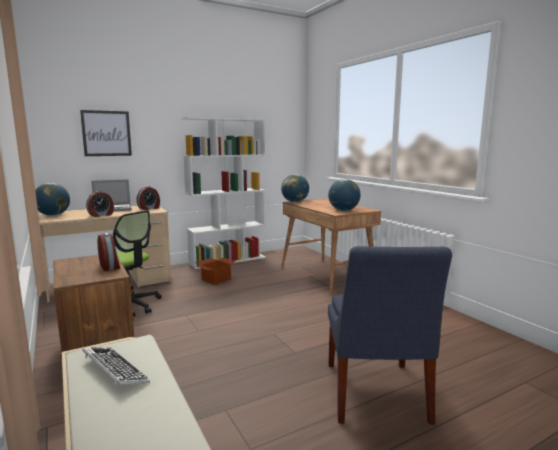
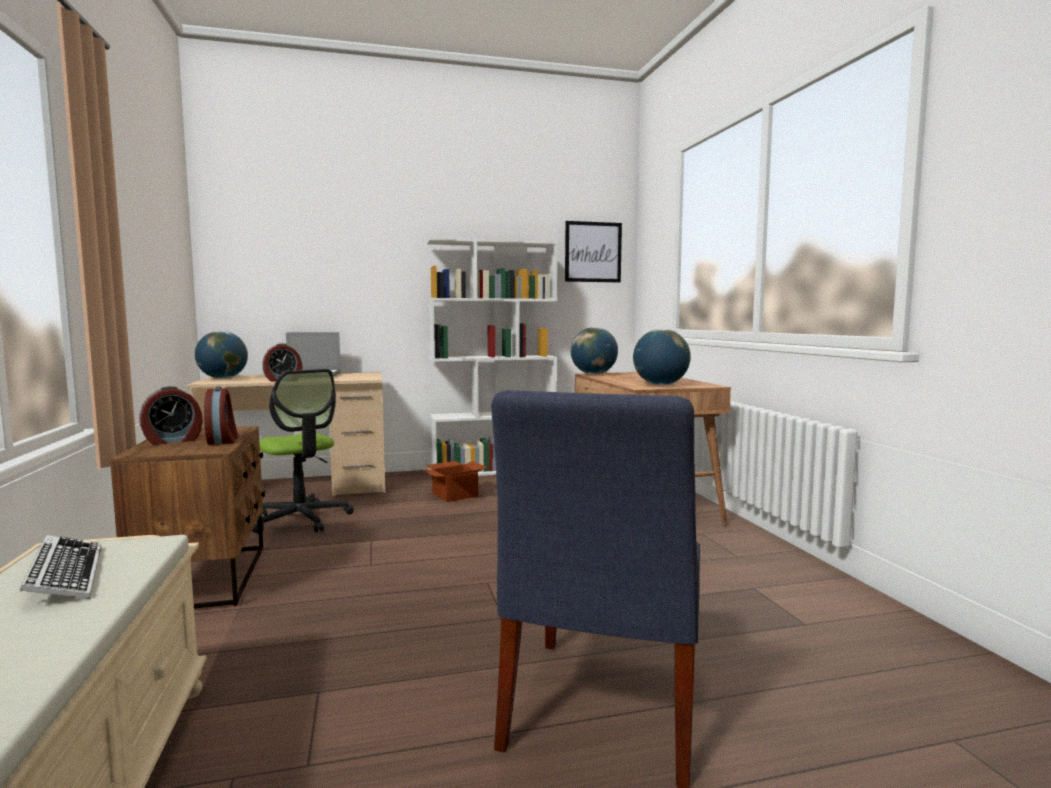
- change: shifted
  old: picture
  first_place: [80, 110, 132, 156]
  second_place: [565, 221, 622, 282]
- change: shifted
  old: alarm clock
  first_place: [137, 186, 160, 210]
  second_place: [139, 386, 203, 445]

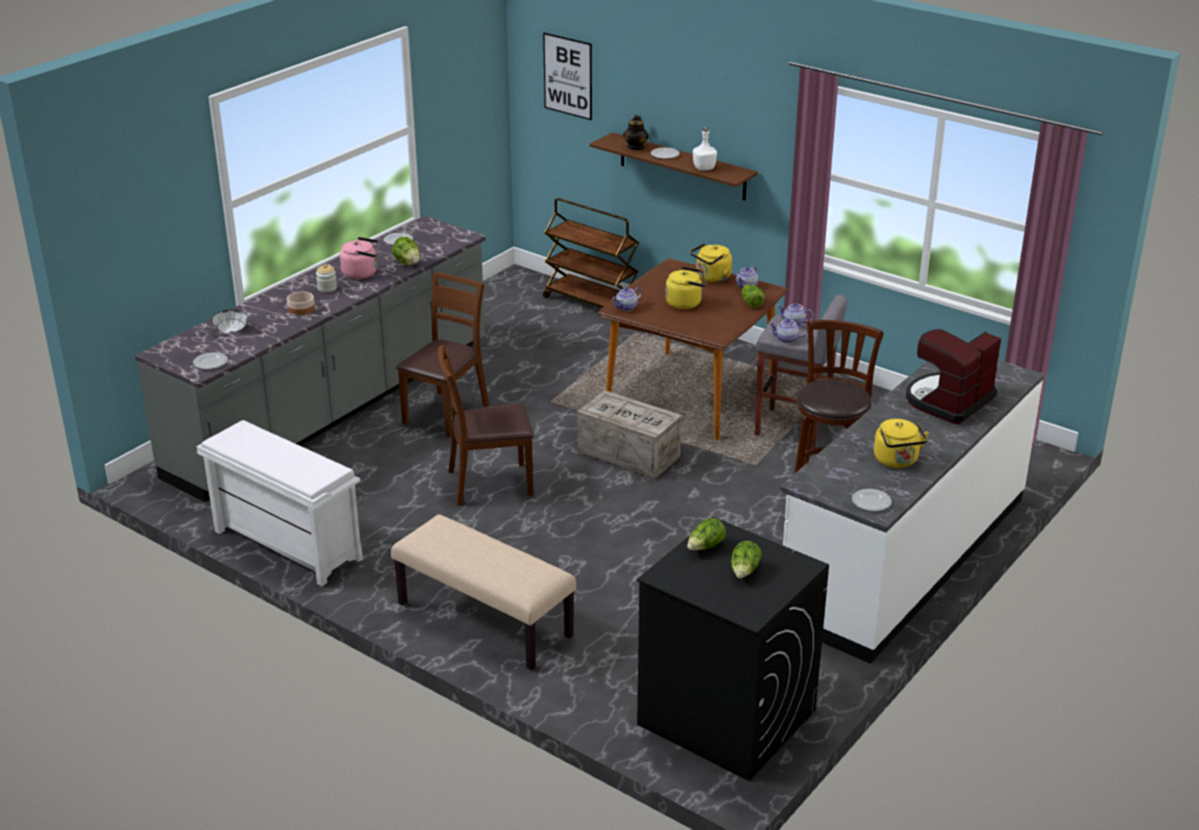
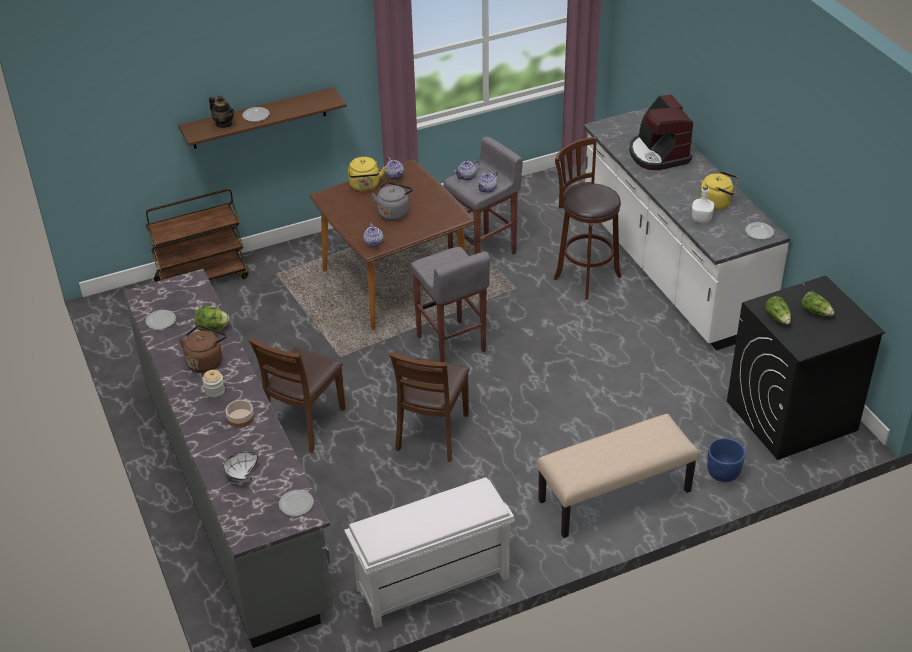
- change: repainted
  old: pink kettle
  new: brown kettle
  first_place: [340, 237, 379, 279]
  second_place: [179, 325, 226, 373]
- change: rotated
  old: brown chair
  first_place: [396, 272, 490, 438]
  second_place: [248, 337, 346, 453]
  degrees: -120
- change: gone
  old: picture
  first_place: [543, 32, 592, 120]
- change: swapped
  old: crate
  new: grey stool
  first_place: [577, 390, 682, 480]
  second_place: [410, 247, 490, 362]
- change: repainted
  old: yellow kettle
  new: grey kettle
  first_place: [665, 267, 706, 309]
  second_place: [371, 182, 413, 221]
- change: shifted
  old: white bottle
  first_place: [693, 127, 717, 171]
  second_place: [692, 185, 714, 223]
- change: gone
  old: lettuce
  first_place: [742, 284, 765, 308]
- change: new
  new: blue planter
  second_place: [707, 438, 745, 482]

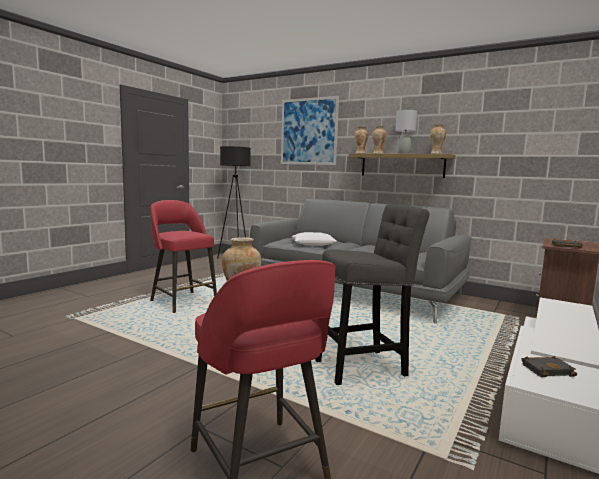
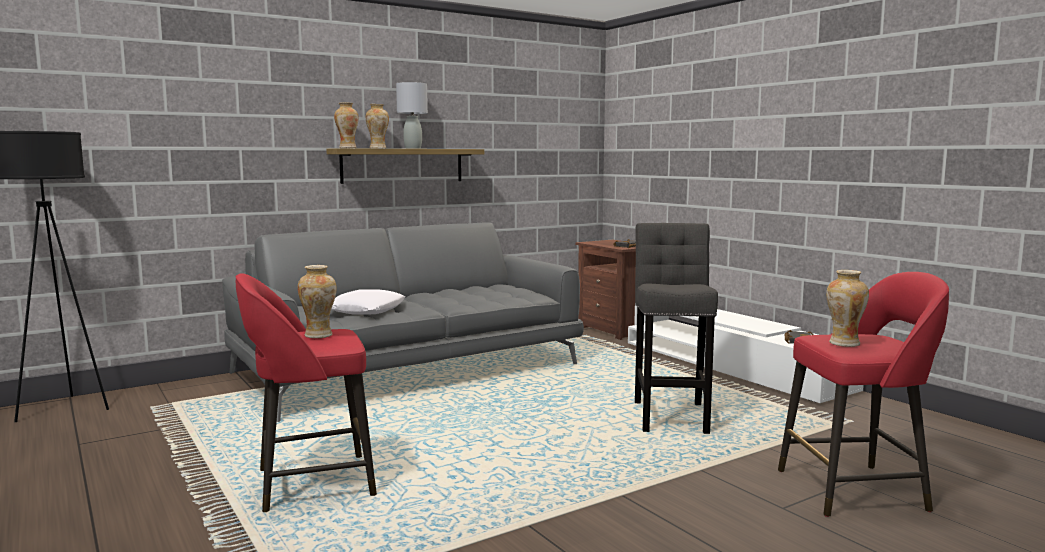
- change: gone
  old: picture
  first_place: [281, 96, 339, 165]
- change: shifted
  old: vase
  first_place: [430, 124, 446, 154]
  second_place: [298, 265, 337, 338]

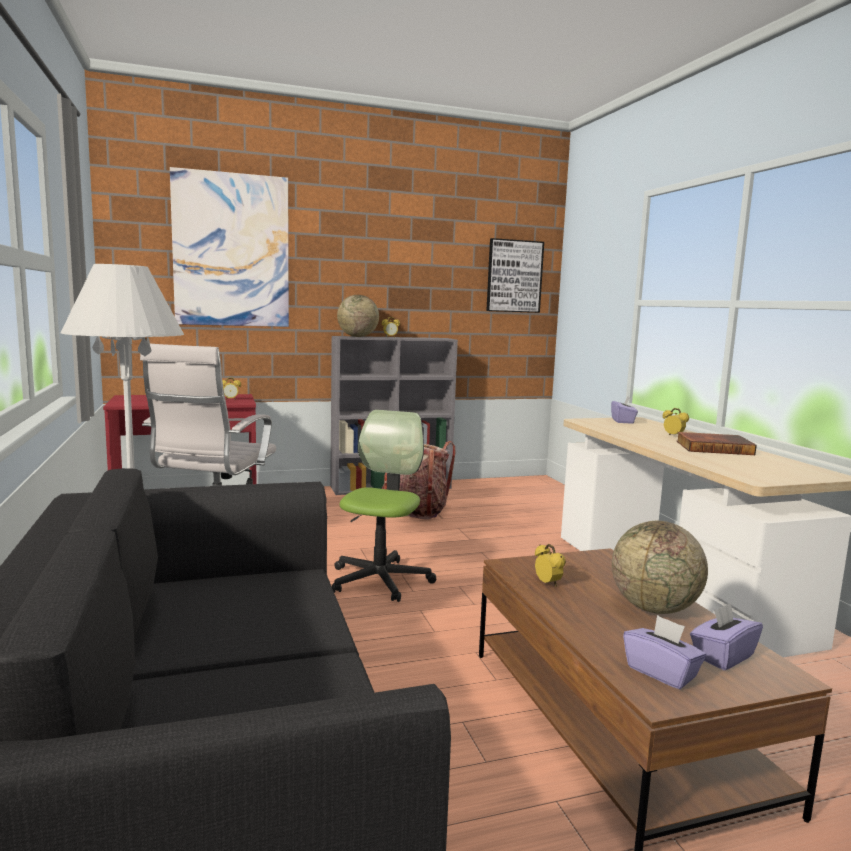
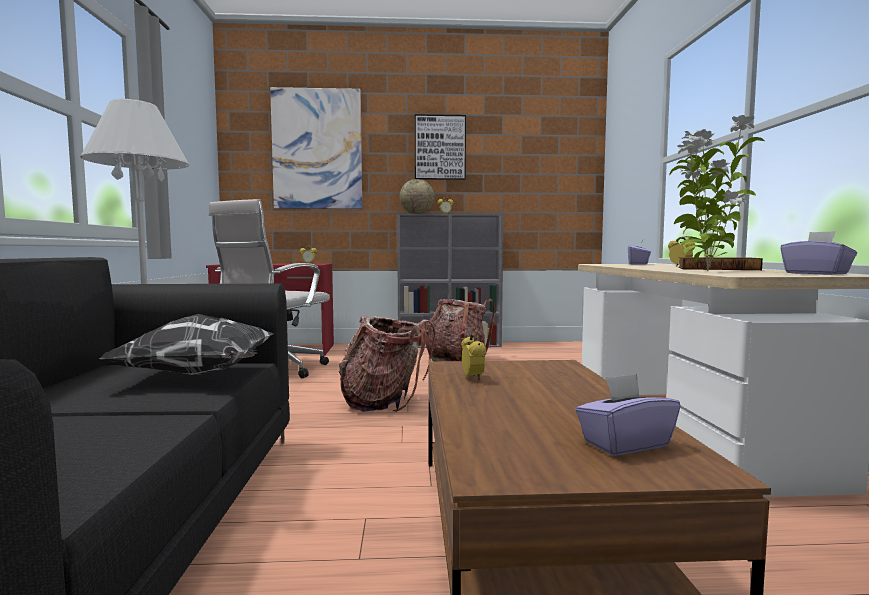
- change: swapped
  old: office chair
  new: backpack
  first_place: [332, 410, 436, 602]
  second_place: [338, 316, 436, 412]
- change: shifted
  old: picture
  first_place: [486, 238, 544, 313]
  second_place: [415, 114, 466, 180]
- change: gone
  old: globe
  first_place: [612, 521, 708, 614]
- change: shifted
  old: purple tissue box
  first_place: [623, 615, 706, 689]
  second_place: [780, 231, 857, 275]
- change: new
  new: pillow
  second_place: [99, 314, 274, 375]
- change: new
  new: potted plant
  second_place: [669, 115, 764, 271]

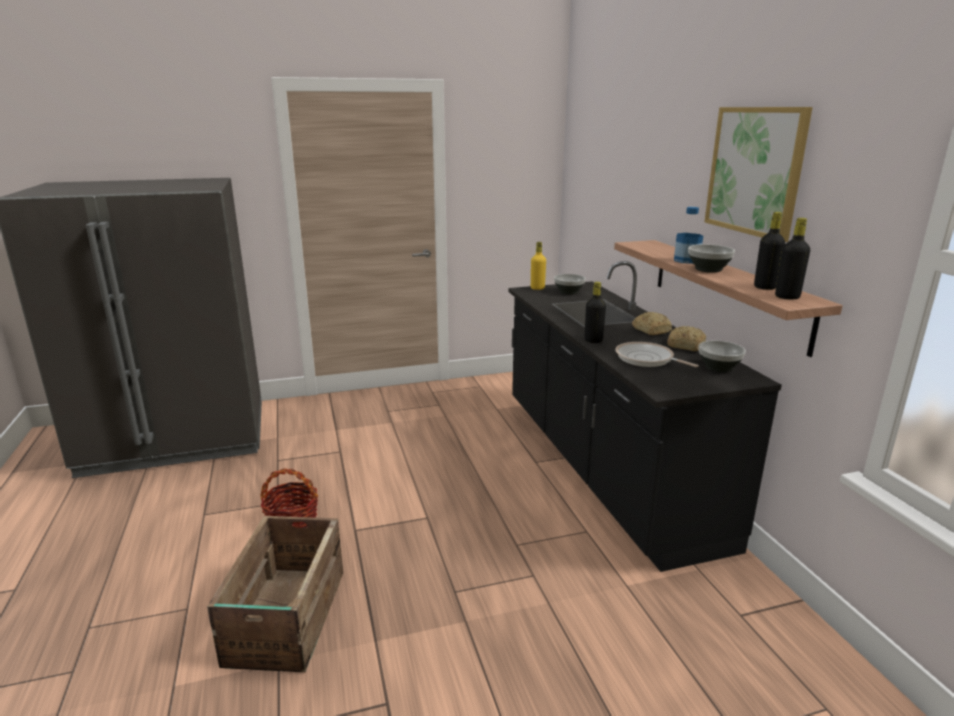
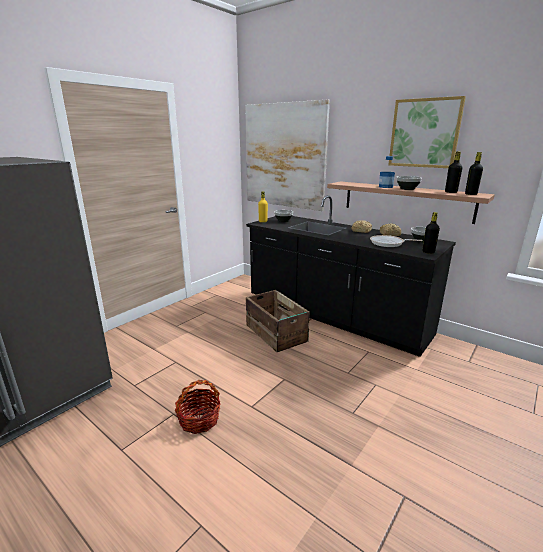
- change: shifted
  old: crate
  first_place: [207, 516, 343, 673]
  second_place: [246, 290, 310, 352]
- change: shifted
  old: black bottle
  first_place: [584, 282, 606, 343]
  second_place: [423, 212, 440, 254]
- change: new
  new: picture
  second_place: [245, 100, 330, 211]

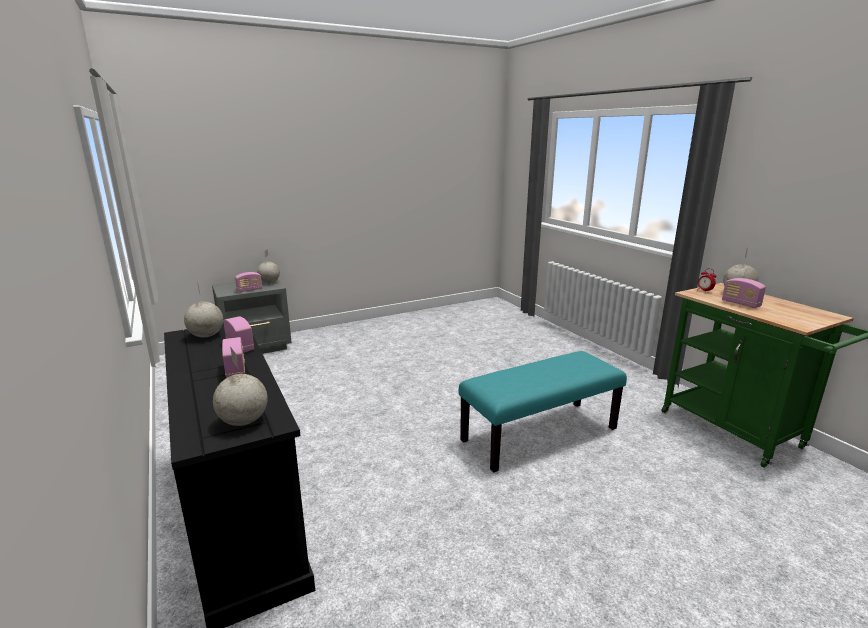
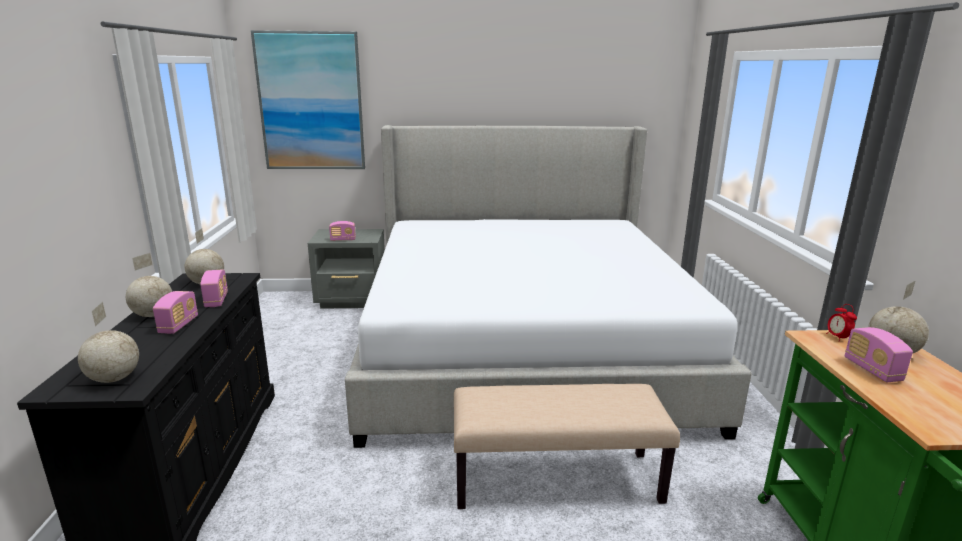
- change: shifted
  old: globe
  first_place: [257, 249, 280, 283]
  second_place: [126, 253, 172, 317]
- change: repainted
  old: turquoise bench
  new: beige bench
  first_place: [459, 351, 627, 473]
  second_place: [454, 384, 680, 509]
- change: new
  new: picture
  second_place: [251, 30, 365, 169]
- change: new
  new: bed
  second_place: [345, 125, 752, 448]

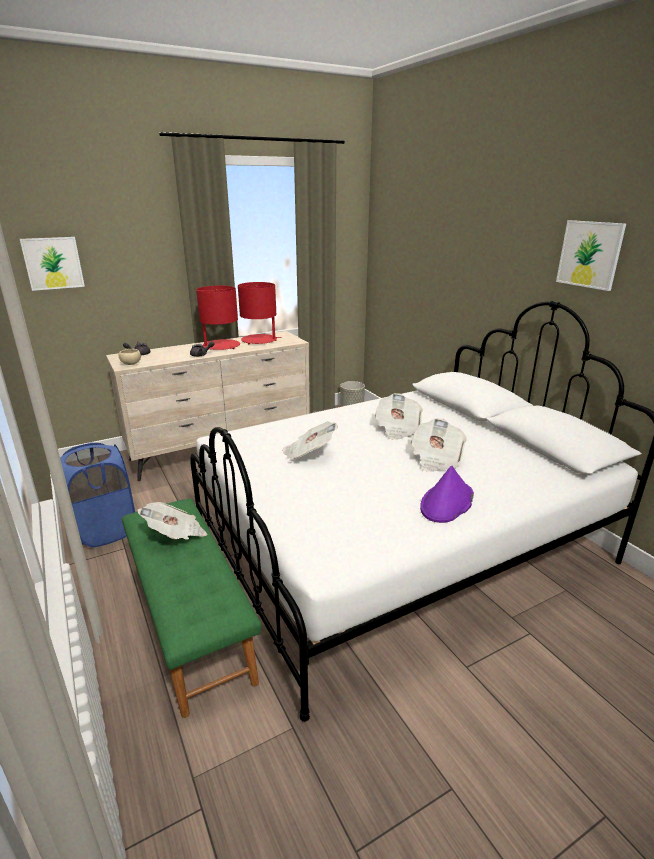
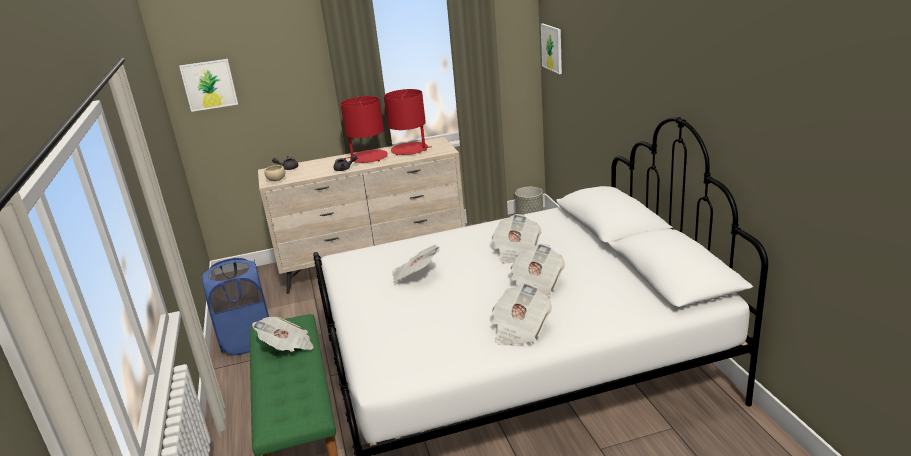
- change: swapped
  old: purple hat
  new: newspaper
  first_place: [420, 466, 474, 523]
  second_place: [492, 283, 552, 346]
- change: shifted
  old: picture
  first_place: [556, 220, 626, 291]
  second_place: [541, 24, 562, 74]

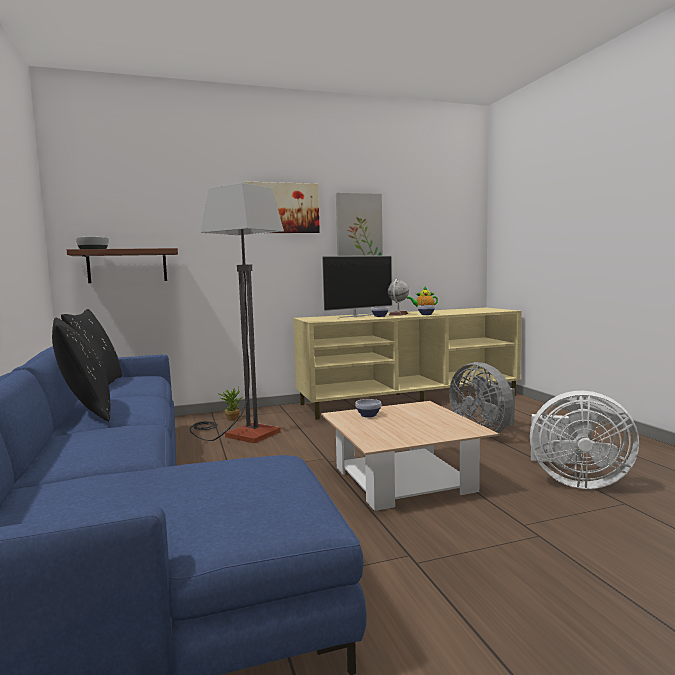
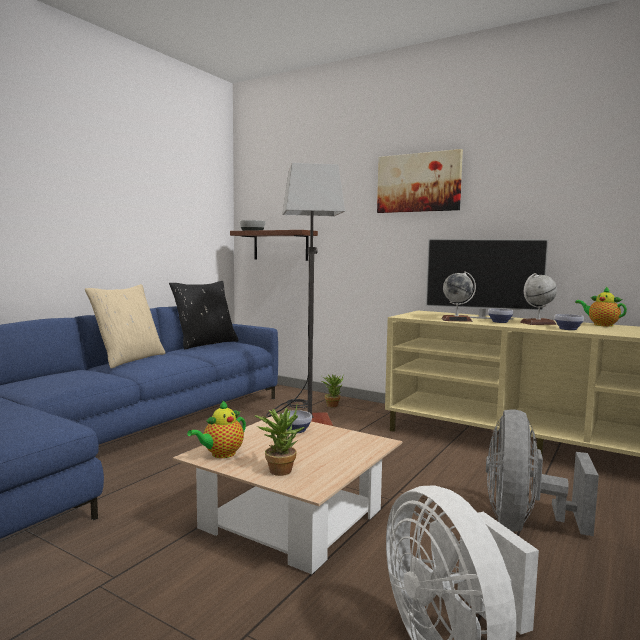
- change: repainted
  old: black pillow
  new: beige pillow
  first_place: [52, 318, 110, 422]
  second_place: [85, 284, 165, 369]
- change: gone
  old: picture
  first_place: [336, 193, 383, 256]
- change: new
  new: teapot
  second_place: [187, 400, 246, 458]
- change: new
  new: potted plant
  second_place: [255, 405, 304, 476]
- change: new
  new: globe
  second_place: [442, 272, 476, 322]

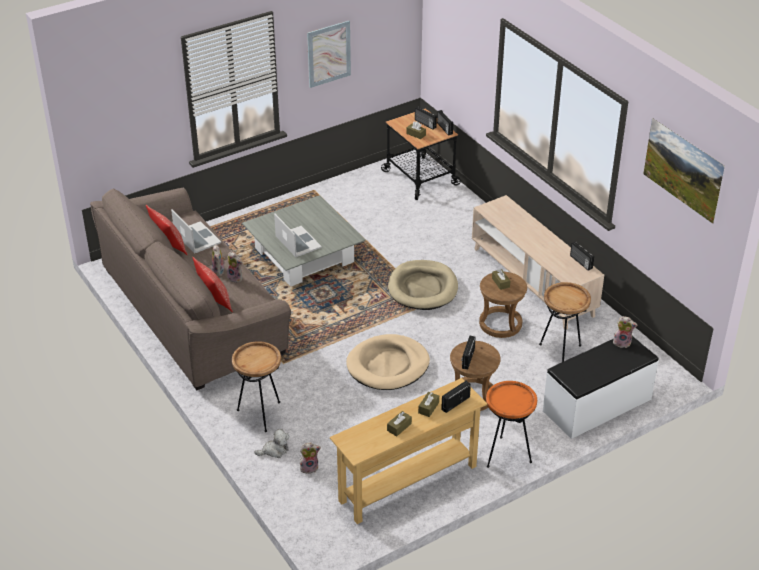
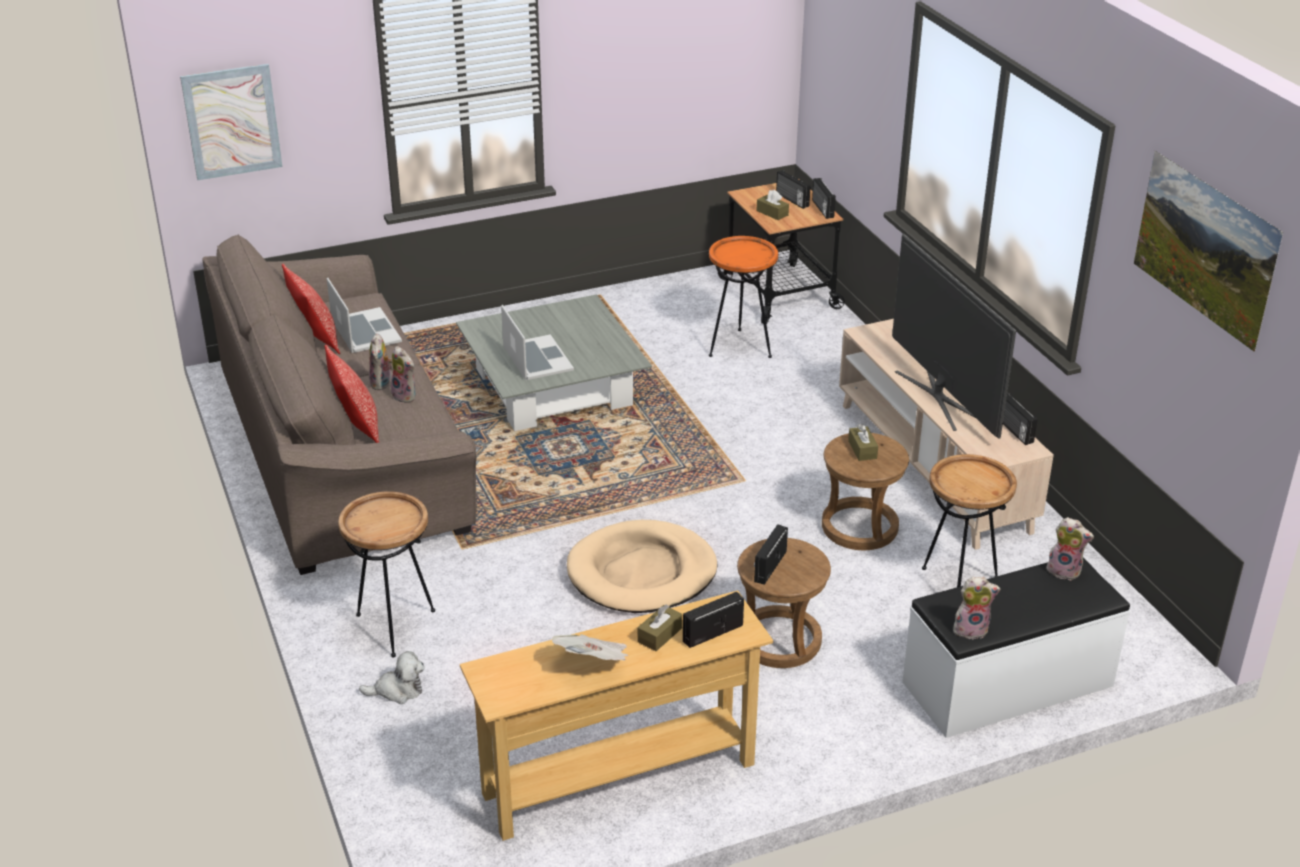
- change: shifted
  old: plush toy
  first_place: [300, 443, 321, 474]
  second_place: [953, 577, 1001, 639]
- change: shifted
  old: picture
  first_place: [307, 21, 351, 88]
  second_place: [180, 64, 282, 180]
- change: swapped
  old: brown tissue box
  new: newspaper
  first_place: [387, 411, 412, 437]
  second_place: [552, 634, 628, 661]
- change: gone
  old: beige dog bed
  first_place: [388, 260, 458, 310]
- change: shifted
  old: orange side table
  first_place: [486, 381, 537, 468]
  second_place: [709, 236, 778, 358]
- change: new
  new: television
  second_place: [892, 234, 1016, 438]

